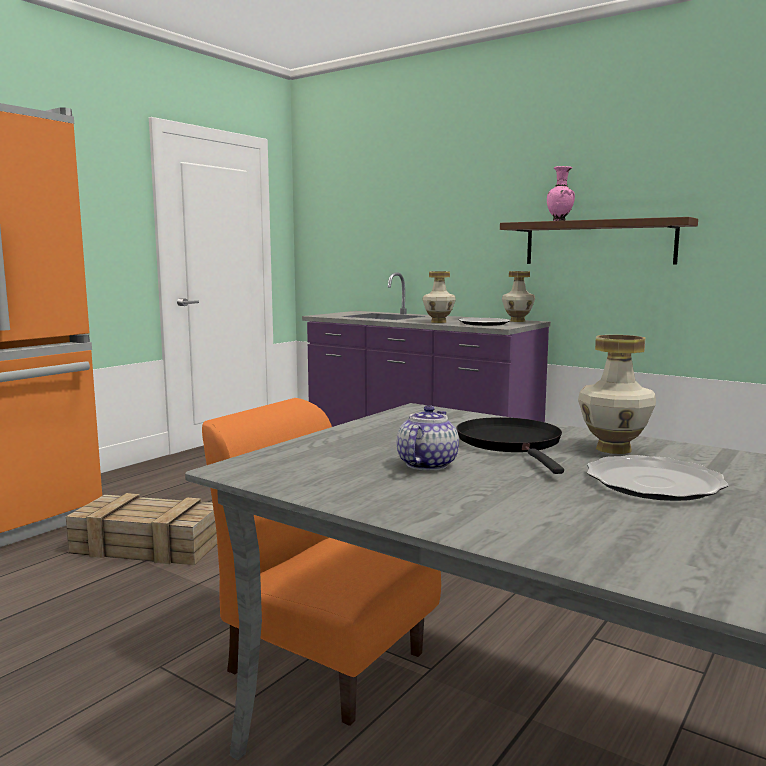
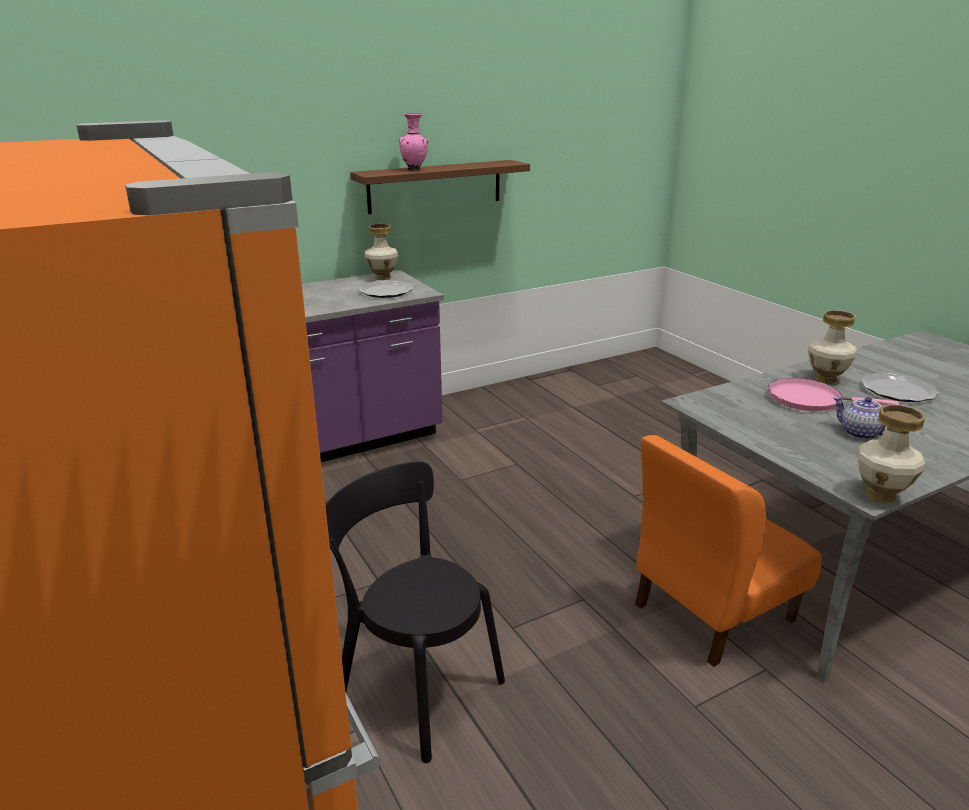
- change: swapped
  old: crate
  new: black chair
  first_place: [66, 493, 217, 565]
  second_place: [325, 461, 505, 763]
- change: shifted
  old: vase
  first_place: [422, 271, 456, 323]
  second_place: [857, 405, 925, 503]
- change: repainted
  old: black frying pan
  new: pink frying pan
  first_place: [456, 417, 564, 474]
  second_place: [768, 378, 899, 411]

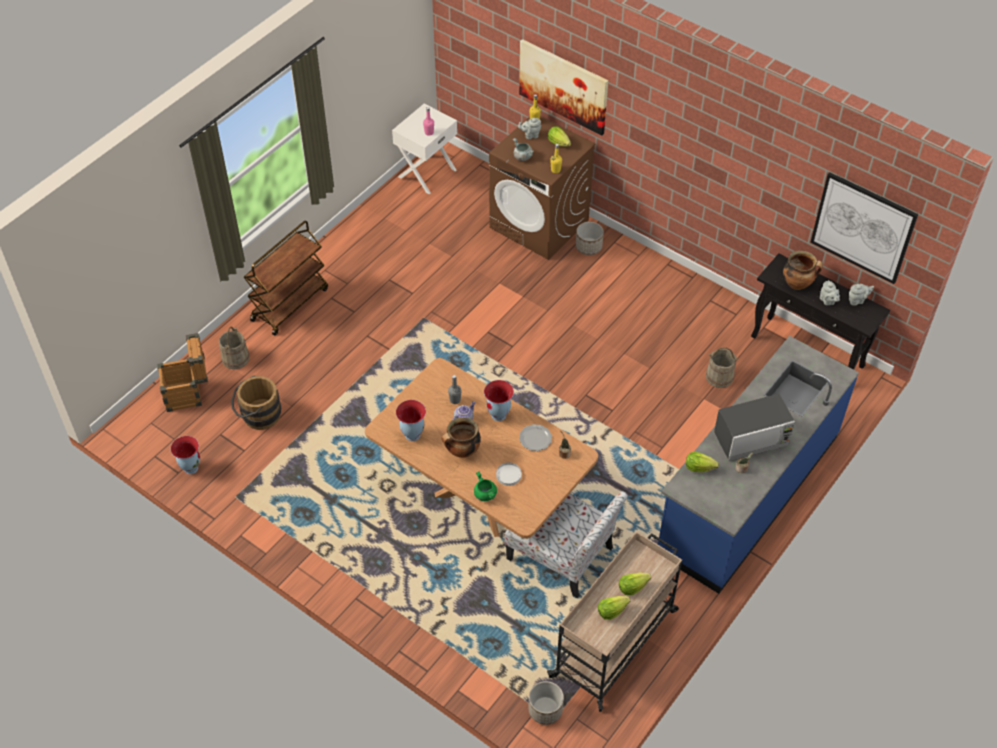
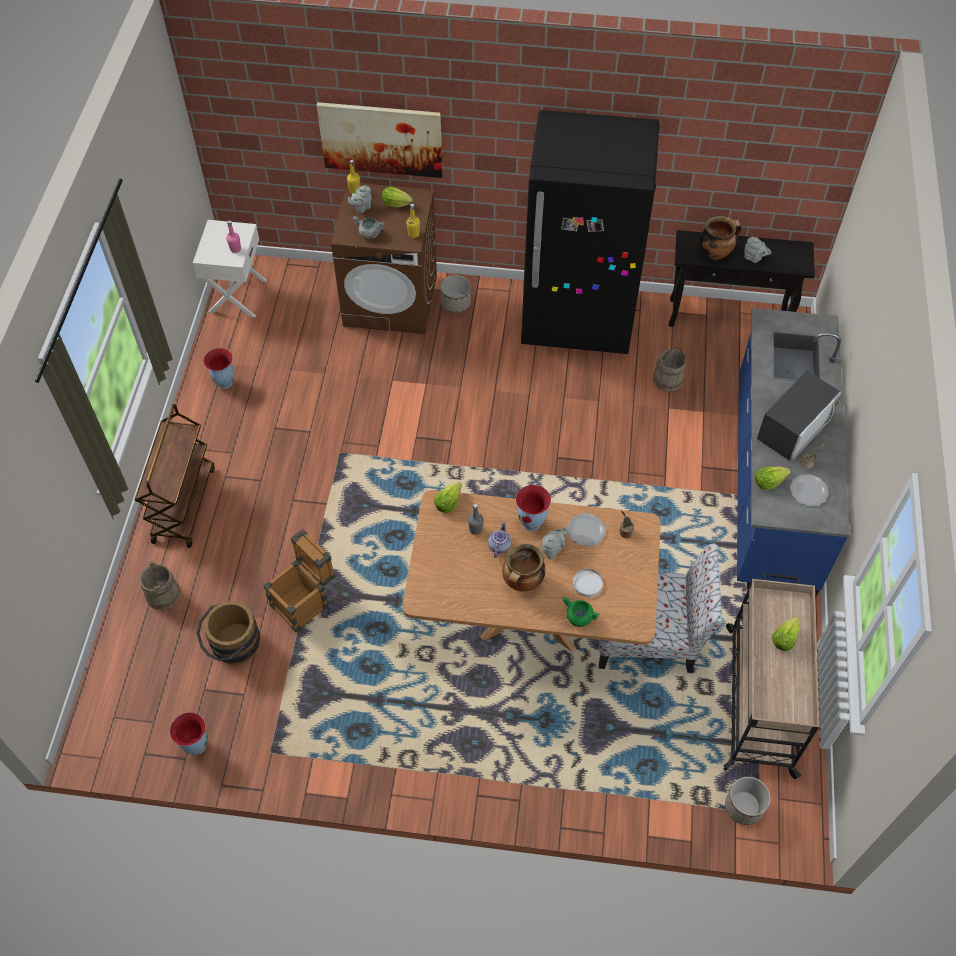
- change: shifted
  old: crate
  first_place: [157, 333, 208, 412]
  second_place: [263, 529, 335, 632]
- change: shifted
  old: vase
  first_place: [396, 400, 426, 441]
  second_place: [203, 348, 234, 389]
- change: shifted
  old: lettuce
  first_place: [598, 596, 630, 620]
  second_place: [434, 481, 462, 513]
- change: gone
  old: picture
  first_place: [810, 172, 918, 284]
- change: shifted
  old: grey teapot
  first_place: [849, 284, 874, 306]
  second_place: [542, 527, 568, 559]
- change: new
  new: black fridge
  second_place: [521, 110, 659, 354]
- change: new
  new: plate
  second_place: [790, 474, 829, 506]

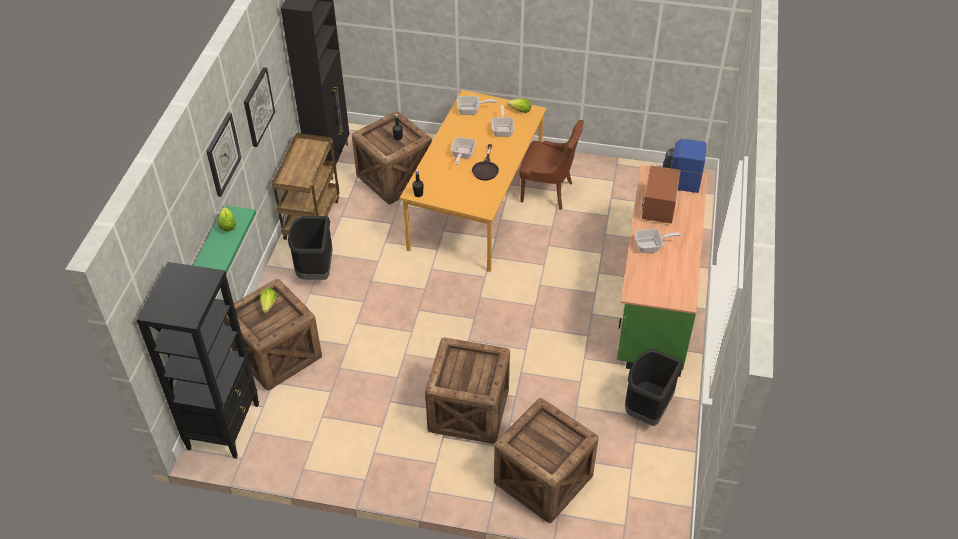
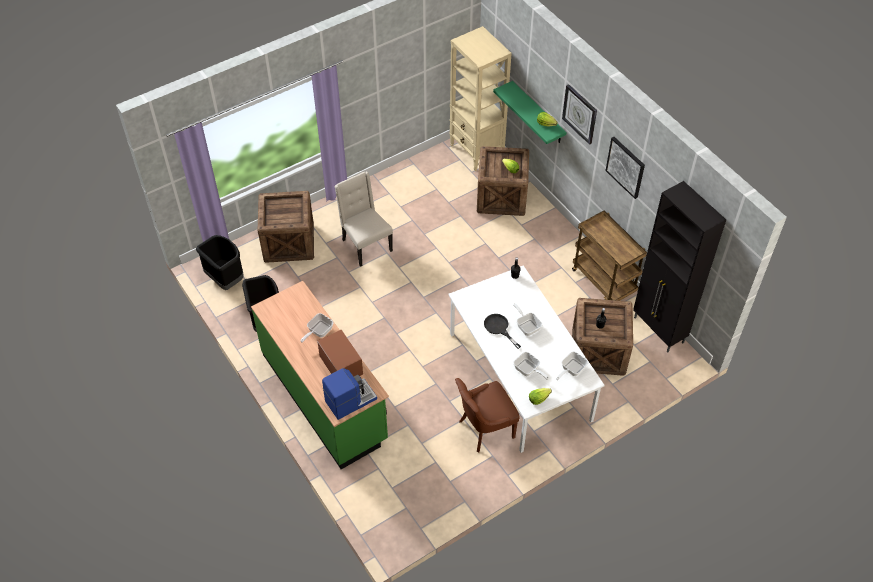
- change: repainted
  old: black bookcase
  new: beige bookcase
  first_place: [136, 262, 259, 459]
  second_place: [449, 26, 512, 171]
- change: shifted
  old: black trash can
  first_place: [288, 216, 333, 280]
  second_place: [196, 235, 244, 290]
- change: repainted
  old: orange dining table
  new: white dining table
  first_place: [400, 90, 546, 272]
  second_place: [448, 265, 604, 453]
- change: swapped
  old: crate
  new: beige chair
  first_place: [425, 337, 510, 444]
  second_place: [335, 171, 393, 267]

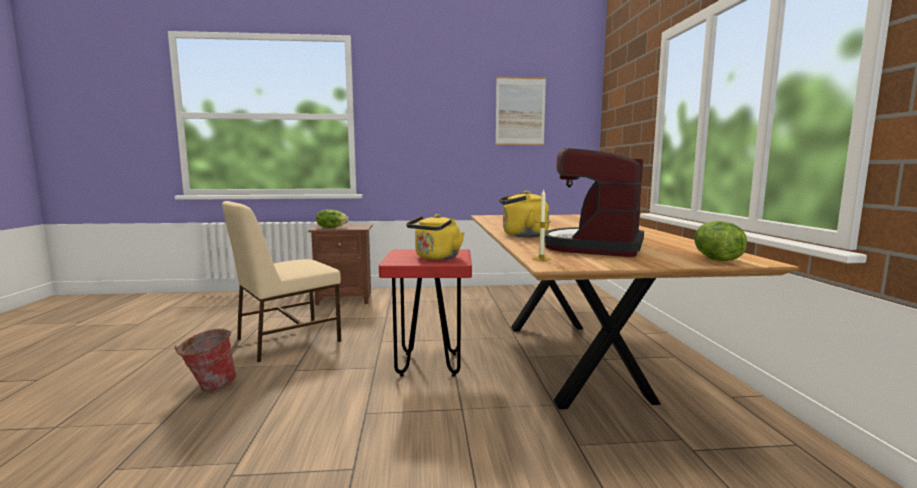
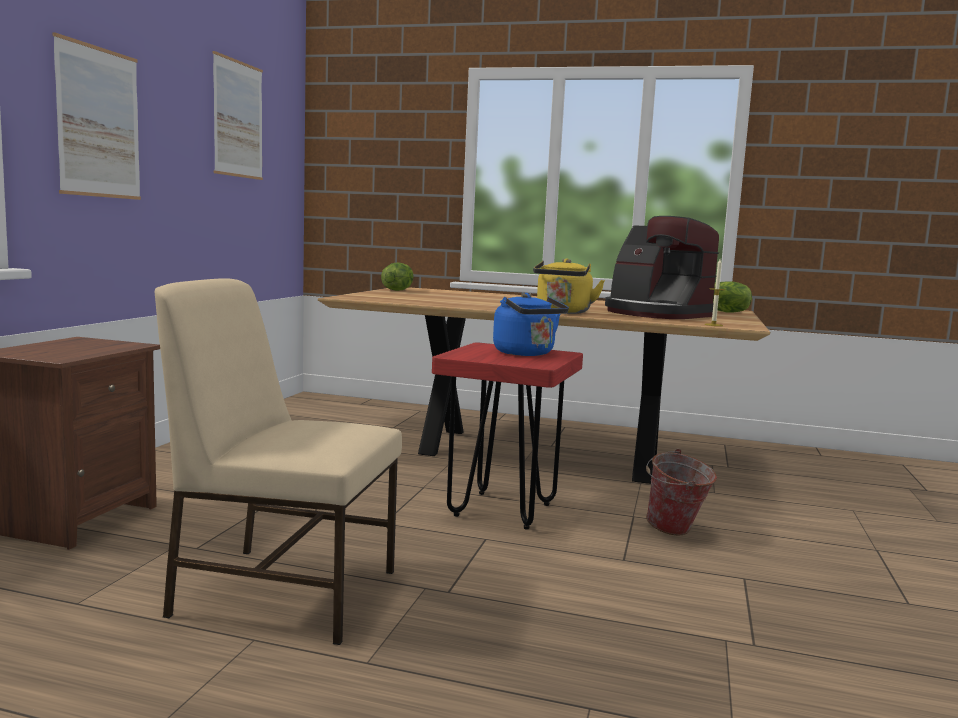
- change: shifted
  old: bucket
  first_place: [174, 329, 237, 392]
  second_place: [646, 449, 717, 536]
- change: rotated
  old: beige chair
  first_place: [222, 201, 341, 362]
  second_place: [155, 278, 402, 645]
  degrees: 120
- change: shifted
  old: lettuce
  first_place: [316, 209, 348, 228]
  second_place: [381, 262, 413, 291]
- change: repainted
  old: yellow kettle
  new: blue kettle
  first_place: [406, 214, 465, 260]
  second_place: [493, 293, 569, 356]
- change: new
  new: picture
  second_place: [53, 32, 141, 200]

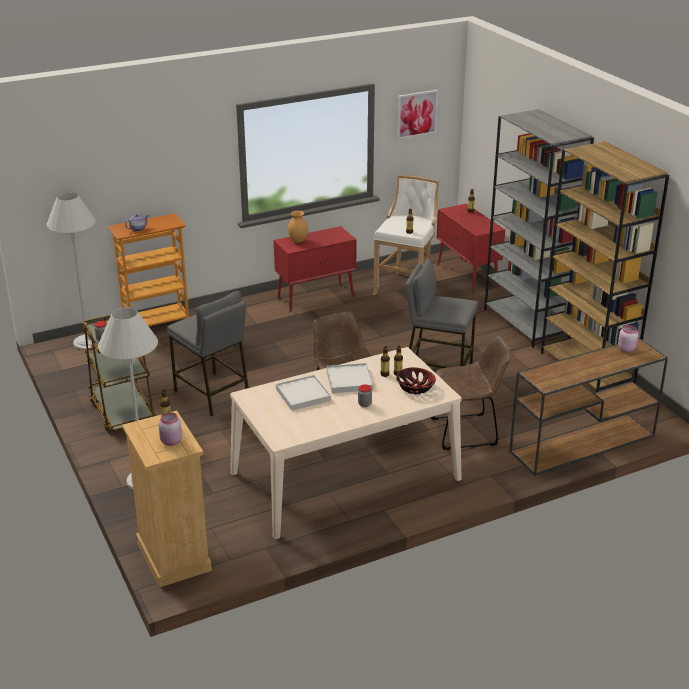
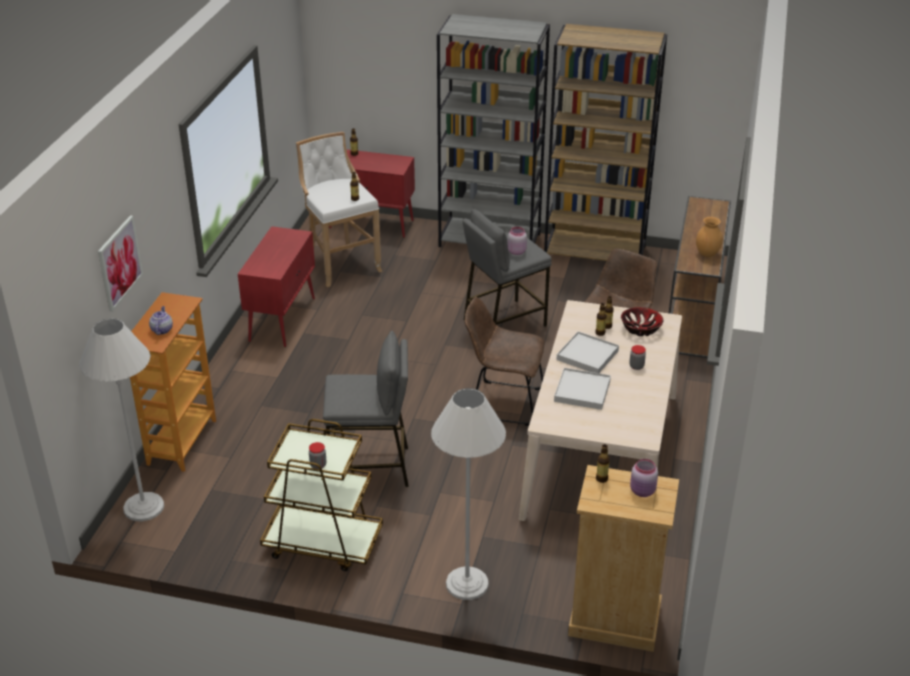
- change: shifted
  old: brown vase
  first_place: [288, 211, 308, 243]
  second_place: [696, 217, 723, 257]
- change: shifted
  old: picture
  first_place: [397, 90, 438, 140]
  second_place: [98, 216, 143, 312]
- change: shifted
  old: pink jar
  first_place: [618, 325, 638, 352]
  second_place: [508, 227, 527, 255]

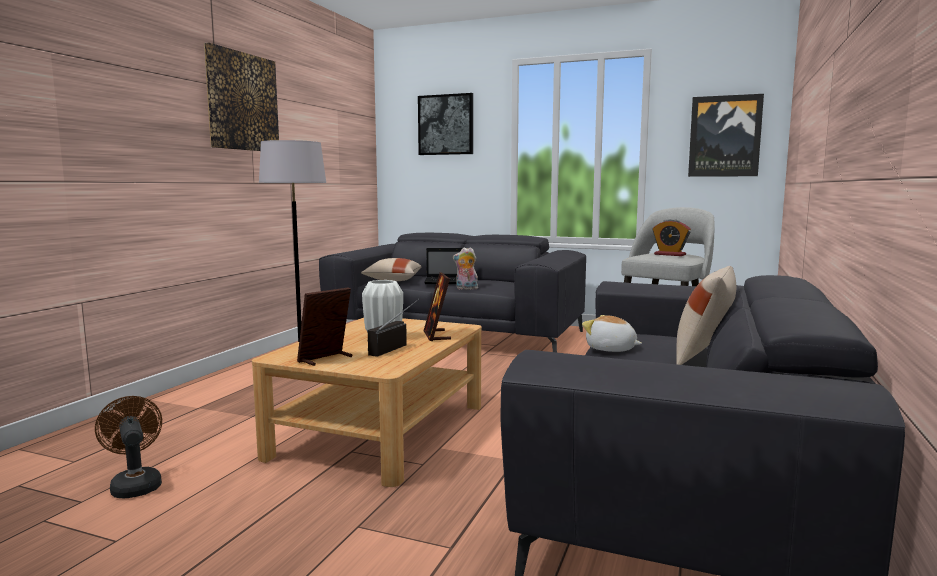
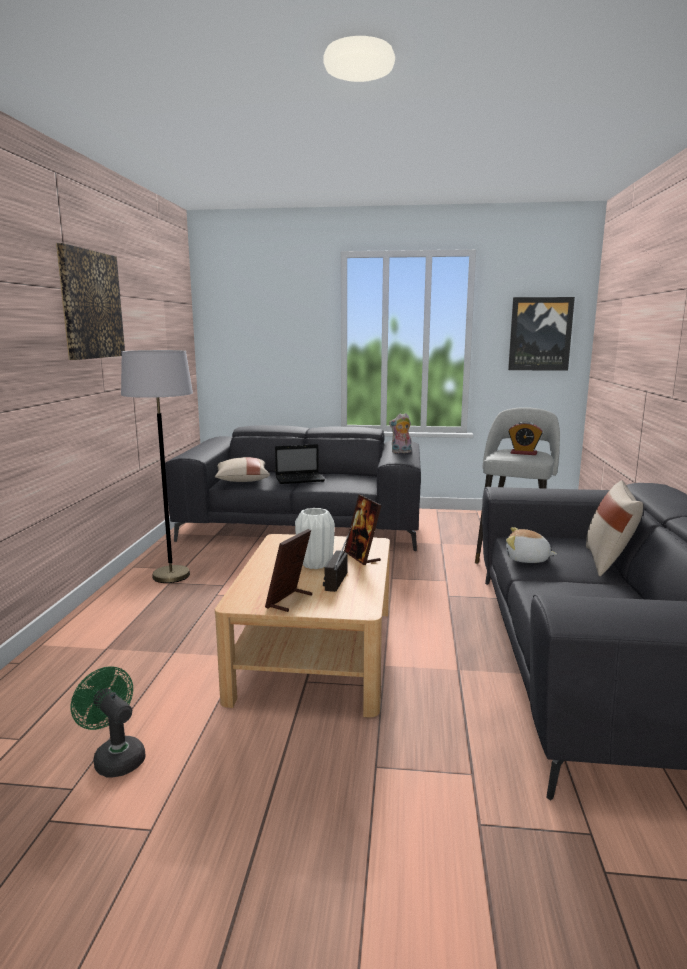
- change: repainted
  old: brown fan
  new: green fan
  first_place: [95, 396, 162, 498]
  second_place: [71, 666, 146, 778]
- change: gone
  old: picture
  first_place: [418, 93, 473, 155]
- change: shifted
  old: plush toy
  first_place: [453, 247, 478, 290]
  second_place: [389, 413, 412, 453]

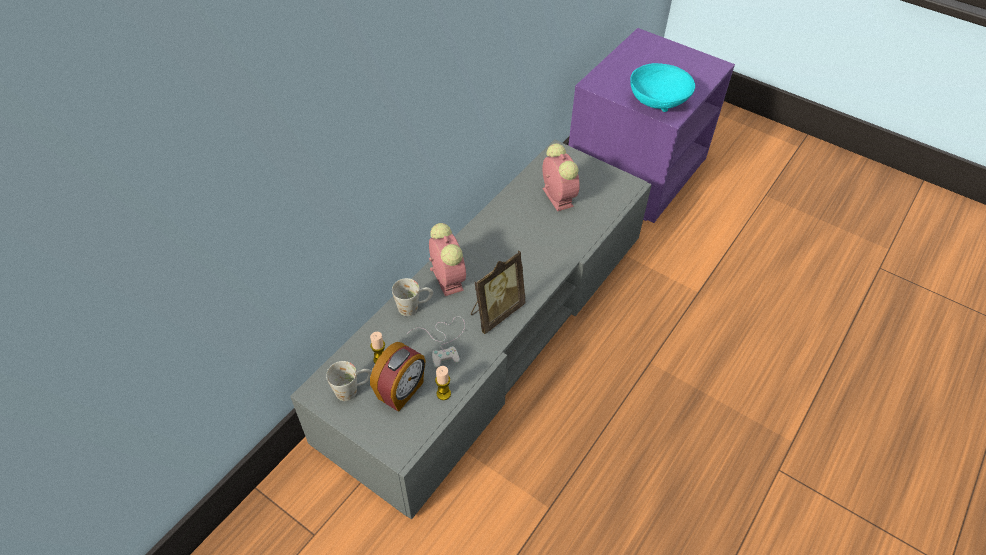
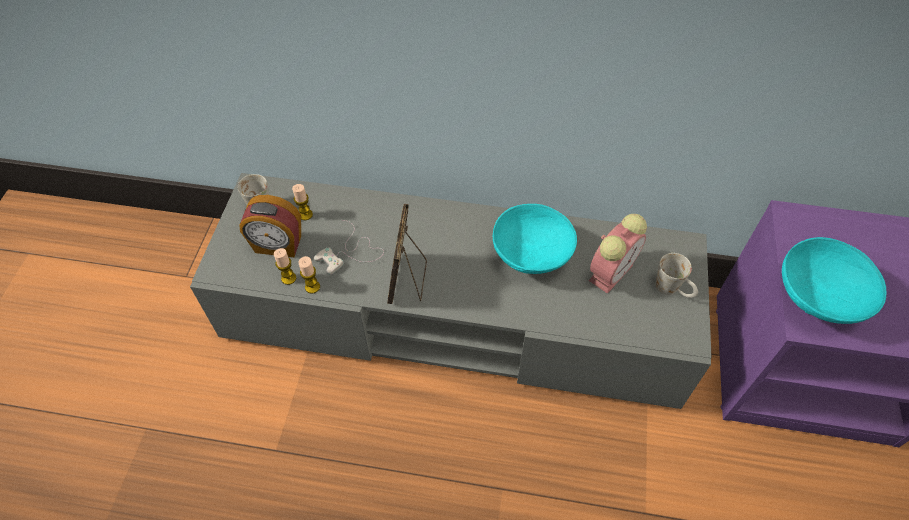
- change: shifted
  old: white mug
  first_place: [392, 278, 433, 316]
  second_place: [655, 253, 698, 298]
- change: gone
  old: alarm clock
  first_place: [429, 223, 466, 296]
- change: rotated
  old: picture frame
  first_place: [471, 251, 525, 334]
  second_place: [387, 204, 427, 304]
  degrees: 75
- change: new
  new: candle
  second_place: [299, 256, 320, 294]
- change: new
  new: turquoise bowl
  second_place: [493, 204, 577, 274]

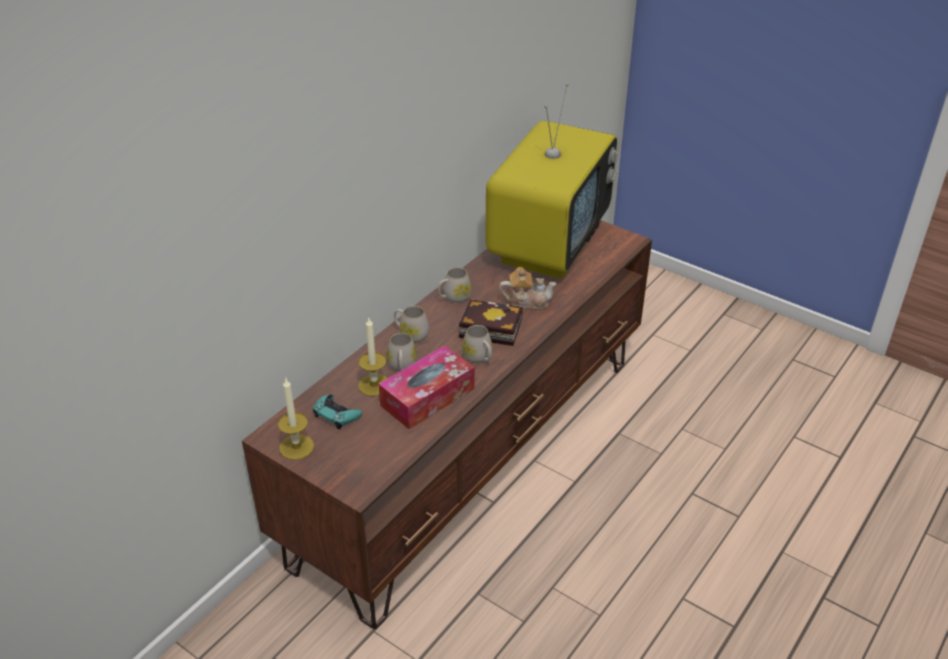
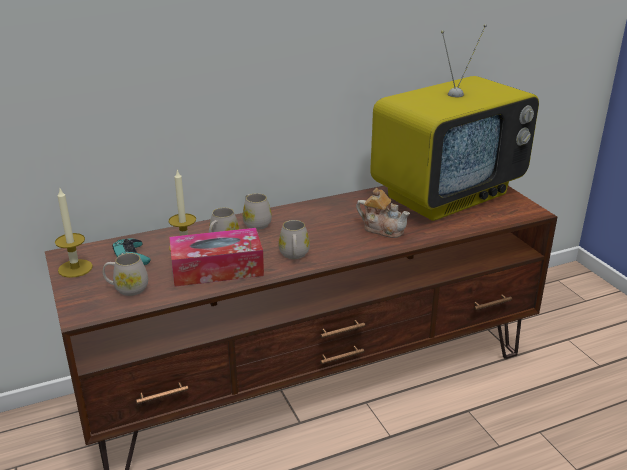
- change: shifted
  old: white mug
  first_place: [438, 267, 471, 303]
  second_place: [103, 253, 148, 296]
- change: gone
  old: book
  first_place: [459, 299, 523, 346]

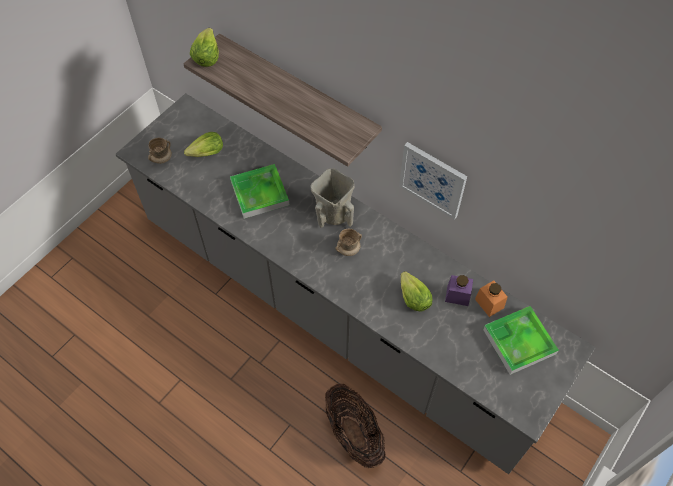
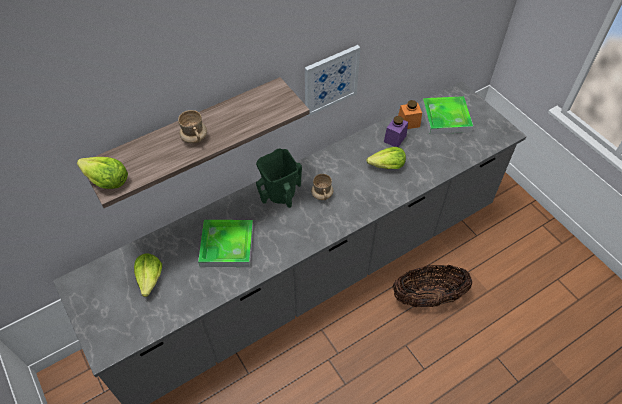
- change: shifted
  old: beige mug
  first_place: [148, 138, 172, 164]
  second_place: [178, 110, 207, 143]
- change: repainted
  old: beige vase
  new: green vase
  first_place: [310, 168, 355, 228]
  second_place: [256, 149, 302, 208]

